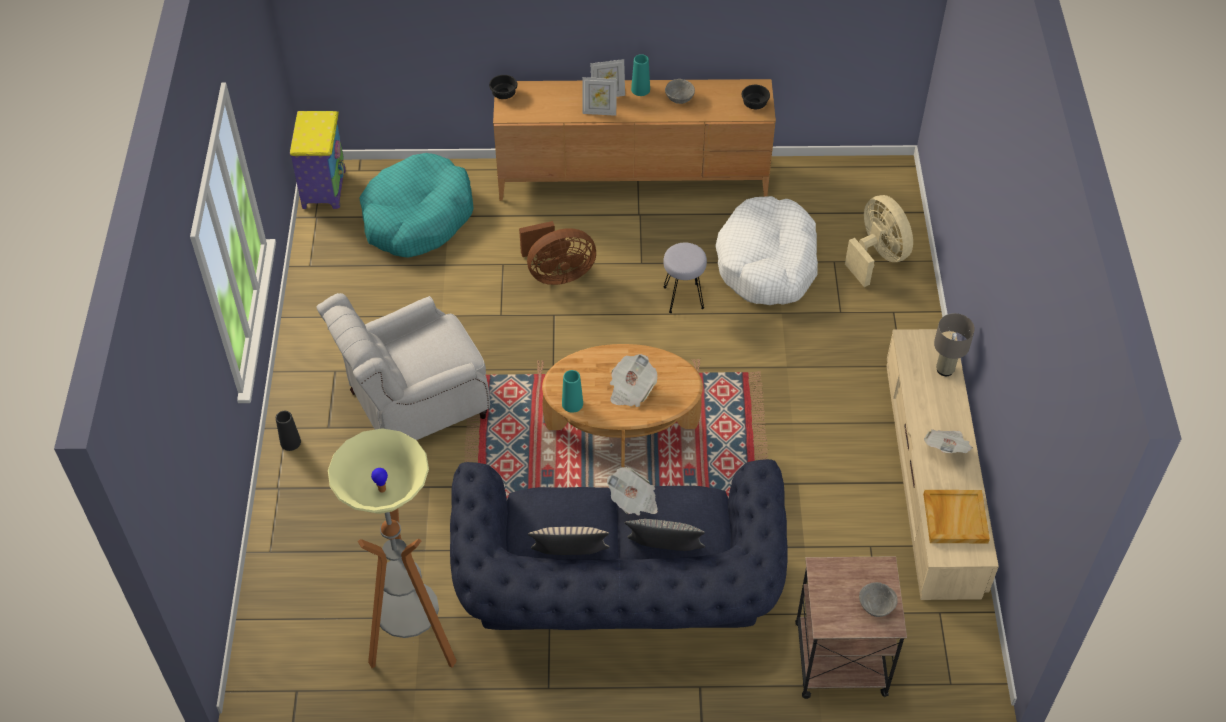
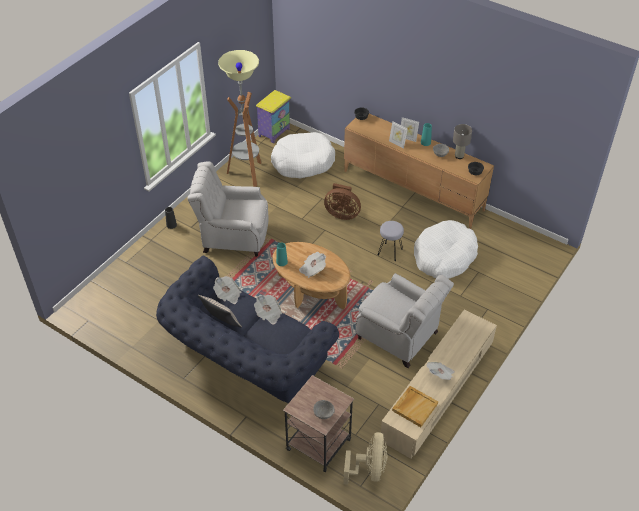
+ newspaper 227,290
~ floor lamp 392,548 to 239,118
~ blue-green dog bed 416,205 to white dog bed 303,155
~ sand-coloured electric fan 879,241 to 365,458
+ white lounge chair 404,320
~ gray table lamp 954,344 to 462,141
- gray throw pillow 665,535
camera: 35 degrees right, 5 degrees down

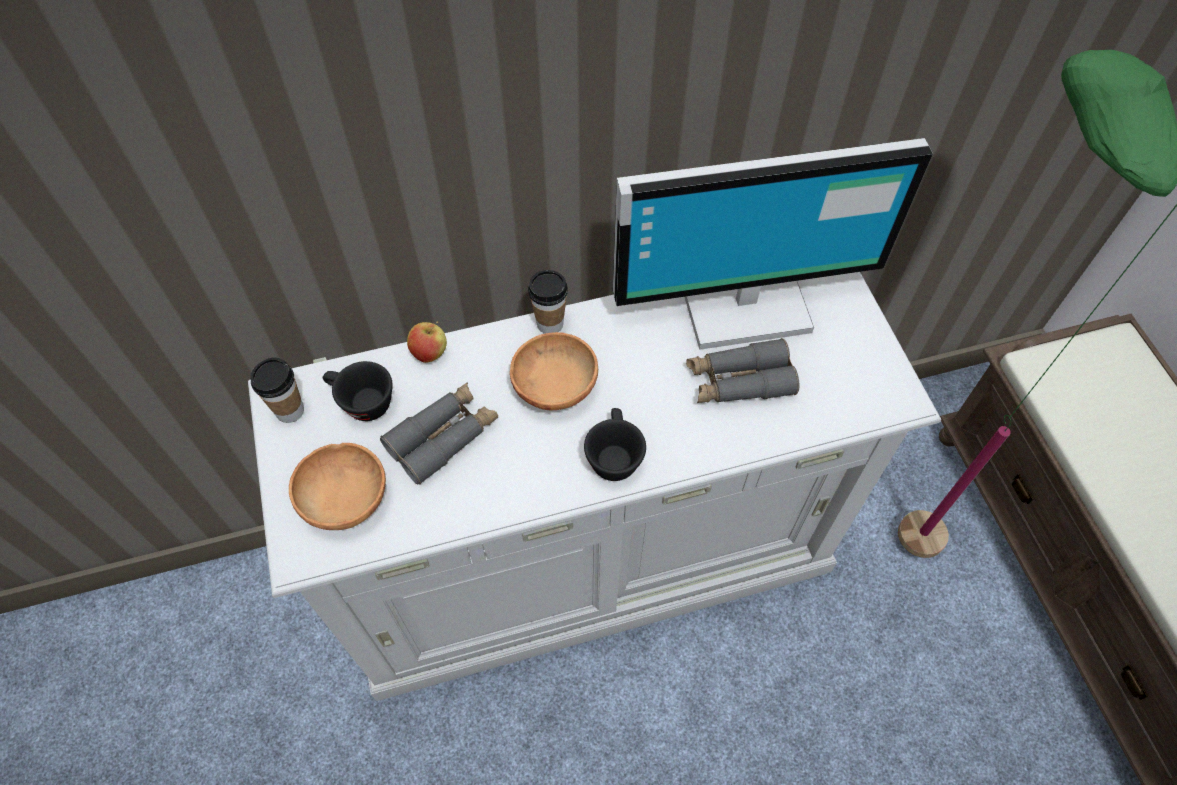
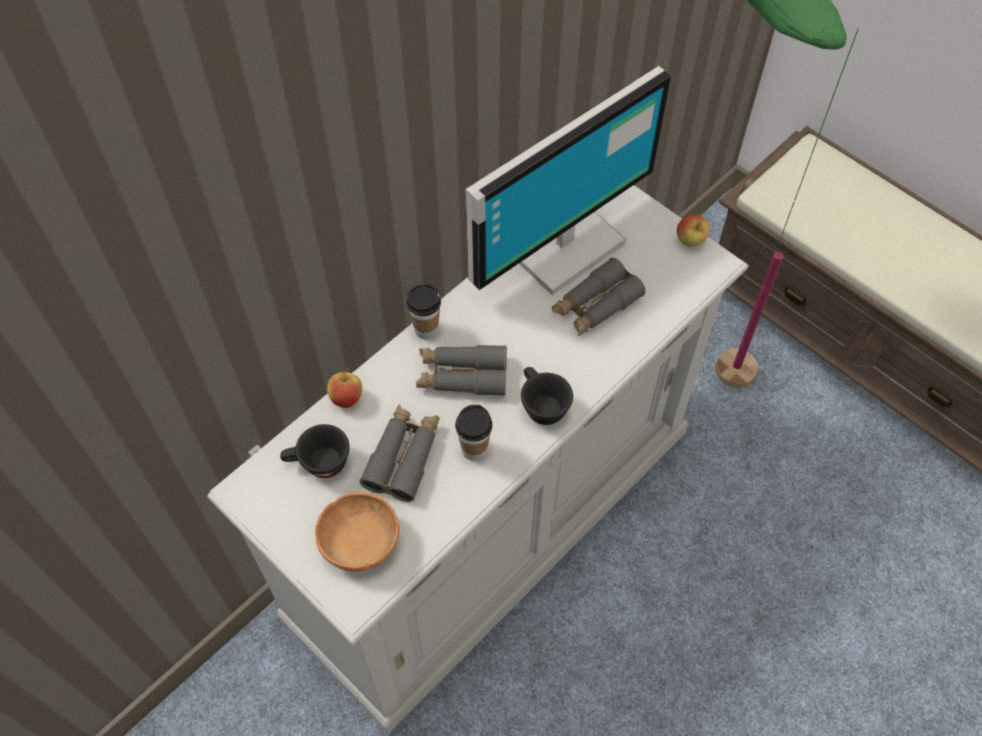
~ brown-coloured bowl 554,371 to gray field glasses 461,370
~ cup 277,390 to 473,433
+ apple 693,230
camera: 30 degrees left, 0 degrees up

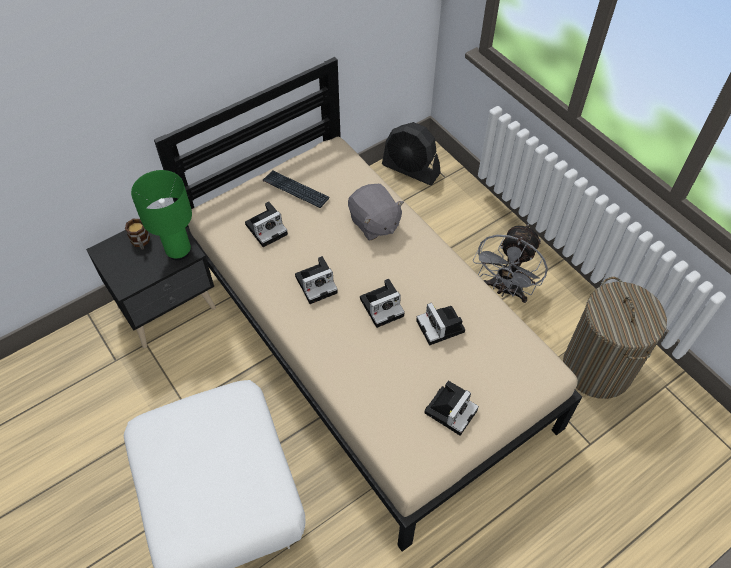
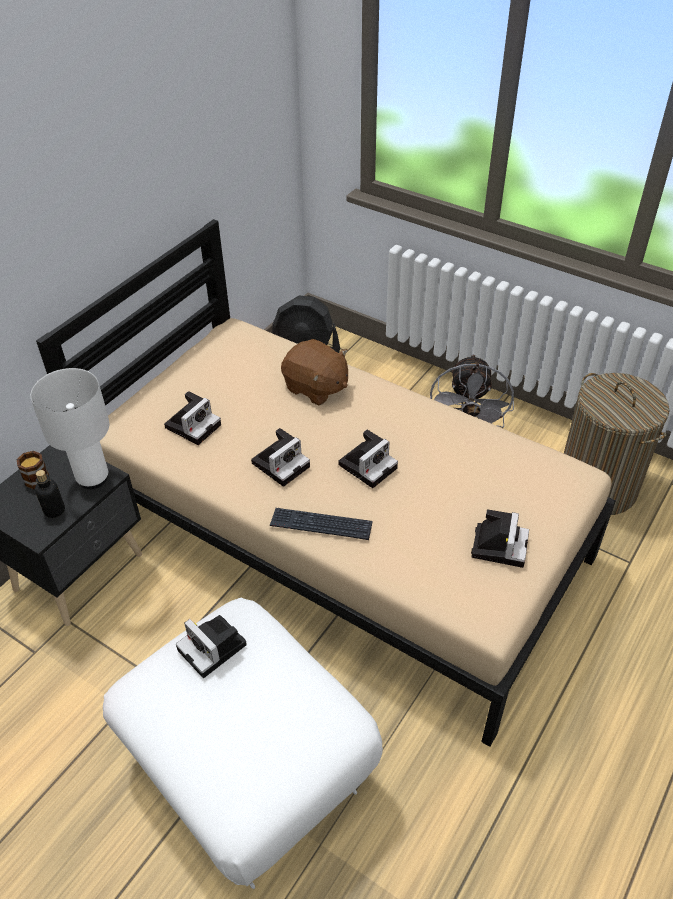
~ green table lamp 161,215 to white table lamp 69,428
+ beverage bottle 50,494
~ photo camera 440,323 to 211,646
~ computer keyboard 296,189 to 321,524
~ gray plush toy 376,212 to brown-coloured plush toy 314,372
camera: 20 degrees left, 10 degrees down

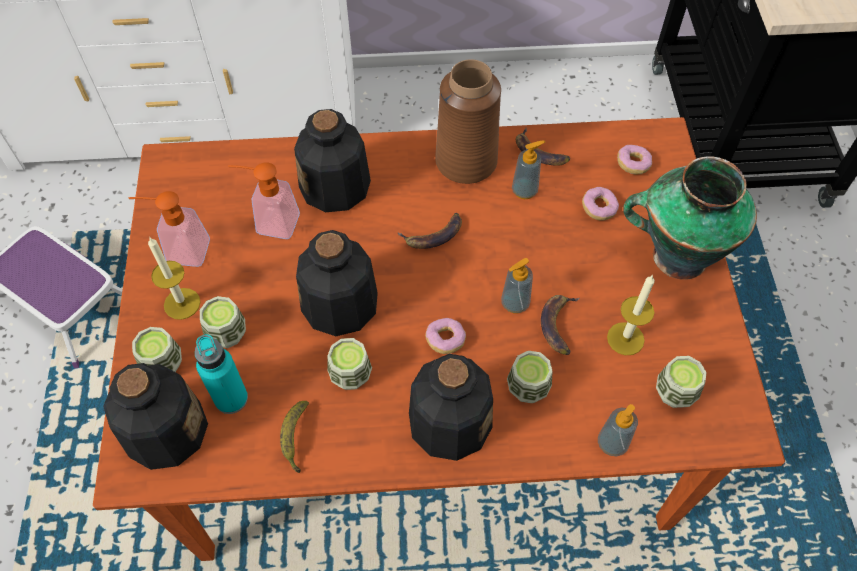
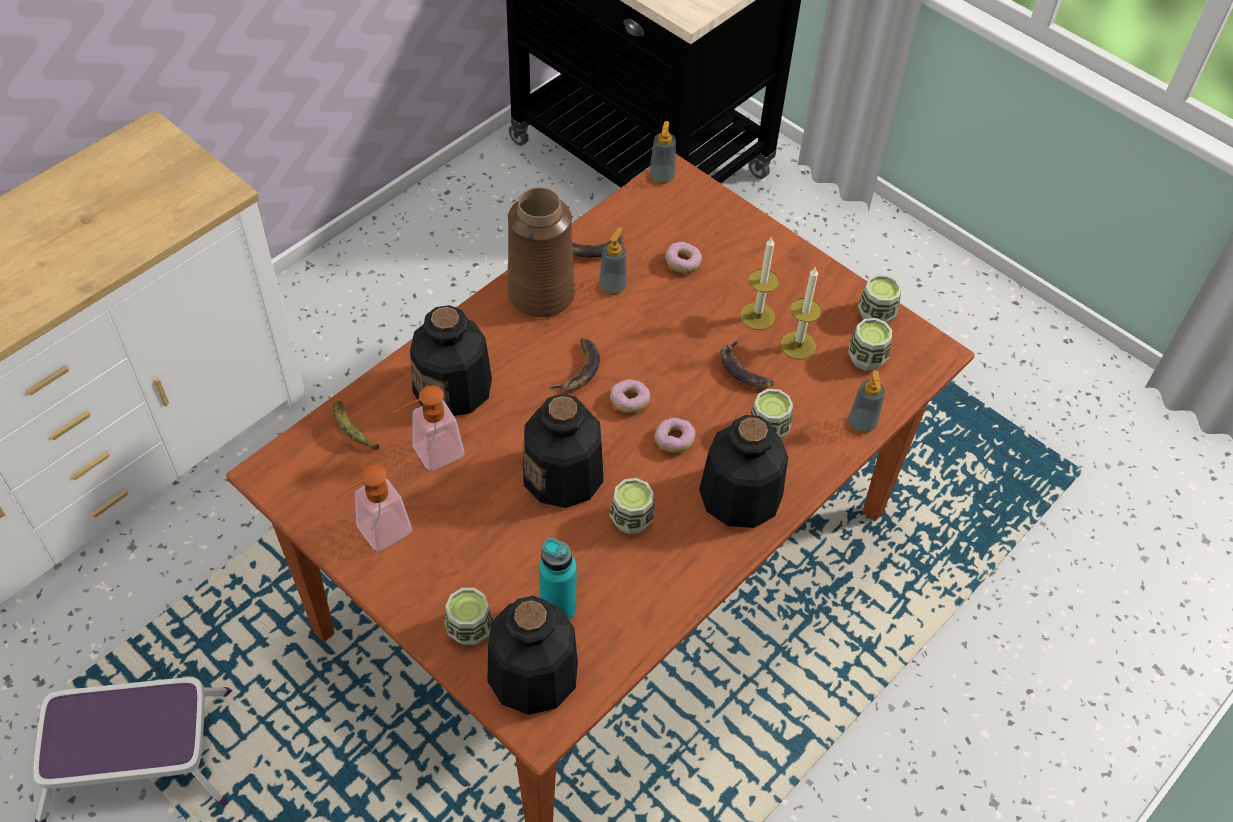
~ banana fruit 294,437 to 356,425
~ ring doughnut 634,160 to 630,396
~ soap bottle 517,285 to 662,152
~ candle 174,278 to 759,283
~ cup 223,322 to 880,298
- flower vase 690,218
camera: 45 degrees left, 5 degrees down

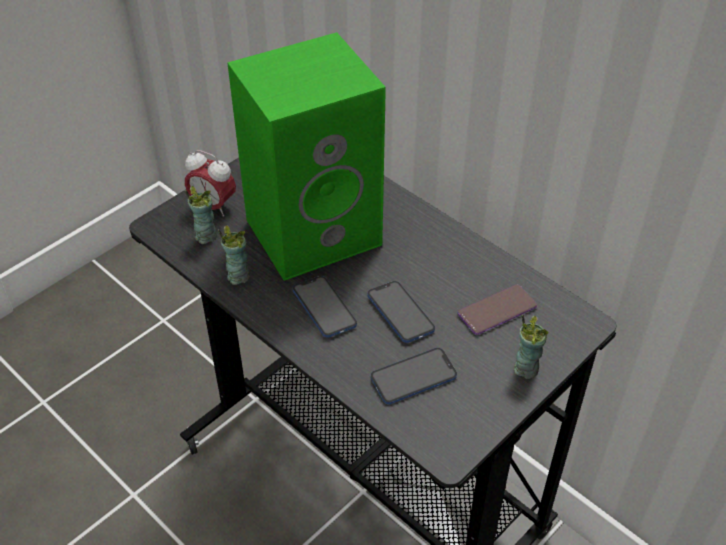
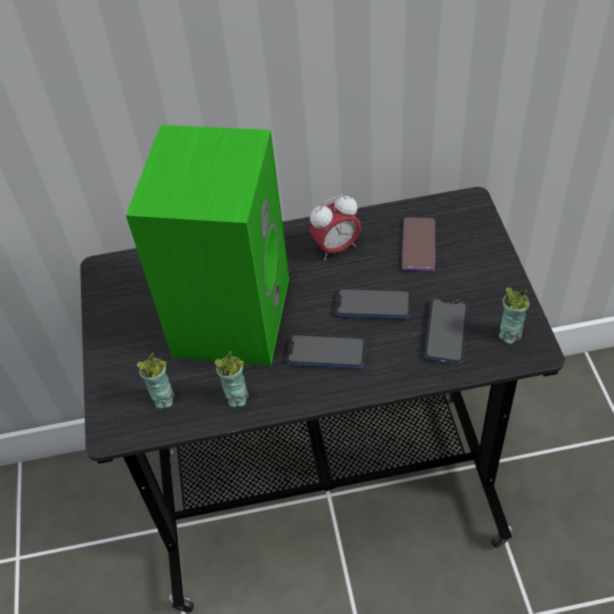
~ alarm clock 210,183 to 335,227
~ cup 531,346 to 514,315
camera: 50 degrees left, 5 degrees up

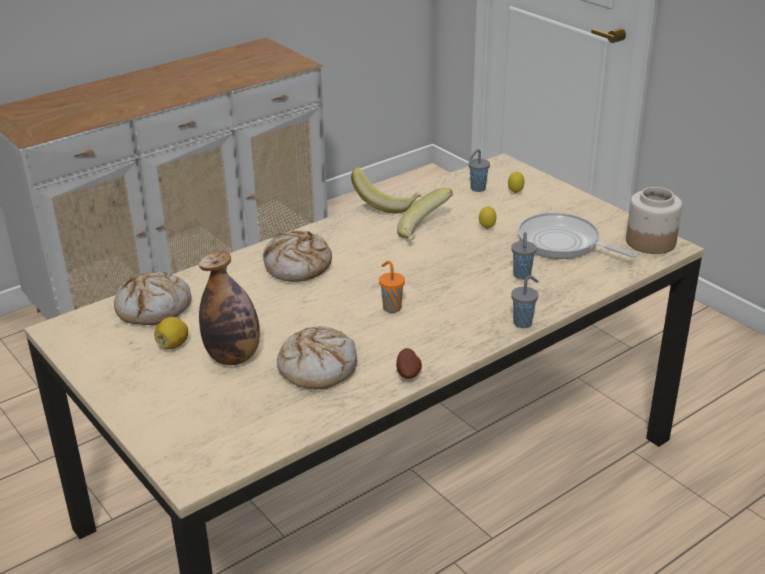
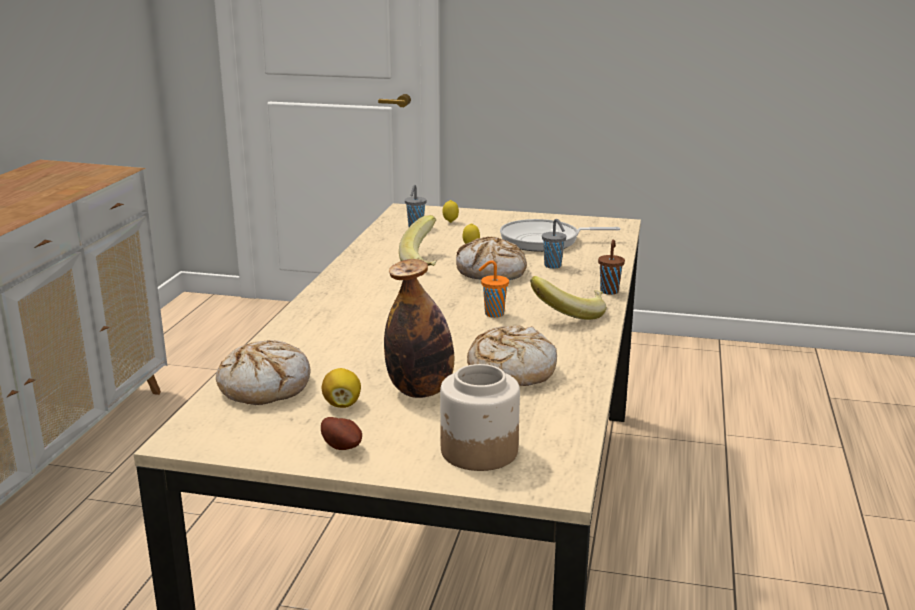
~ whole potato 409,363 to 341,433
~ storage jar 654,220 to 480,417
~ bakery bread 297,256 to 491,258
~ banana fruit 386,190 to 568,298
~ gray cup 524,301 to brown-coloured cup 611,267
camera: 40 degrees left, 10 degrees down

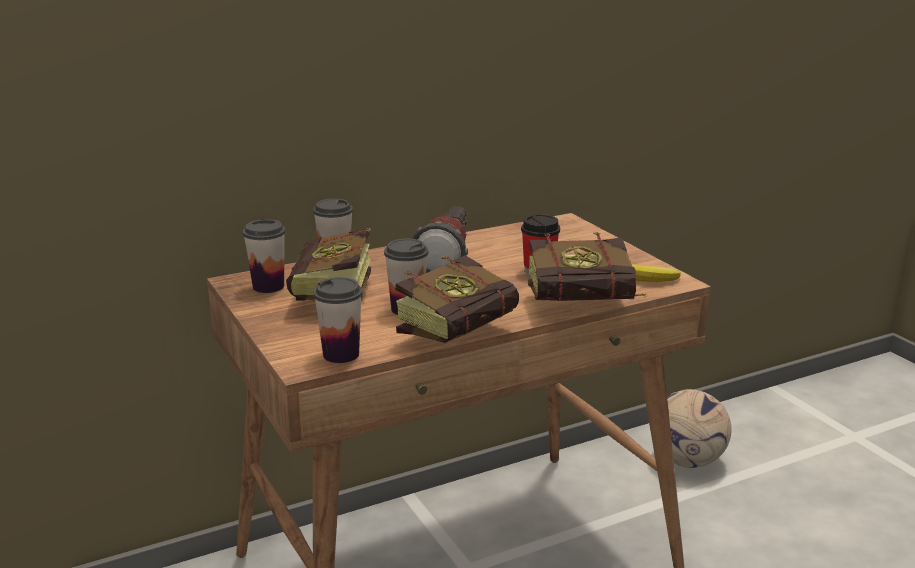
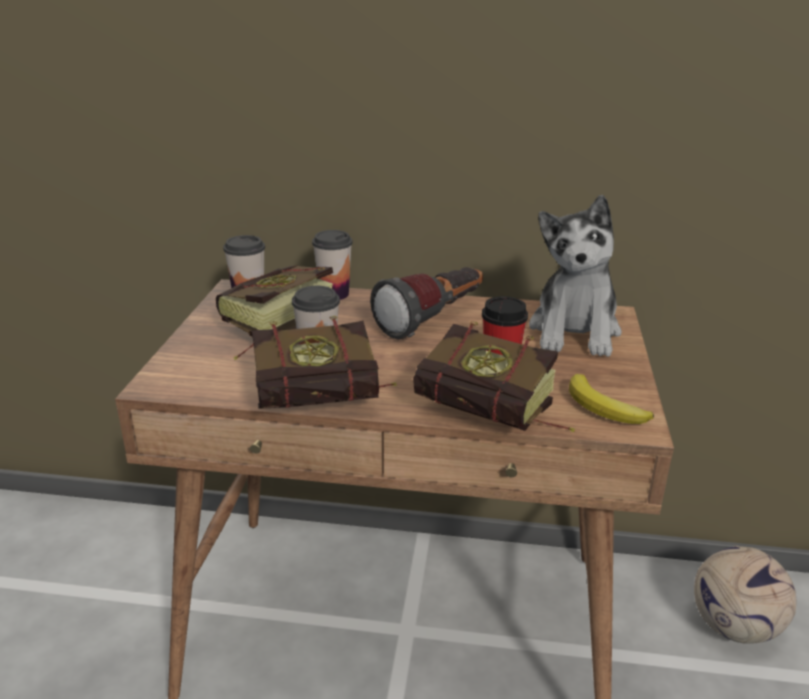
+ plush toy 575,276
- cup 338,320
camera: 35 degrees right, 5 degrees up

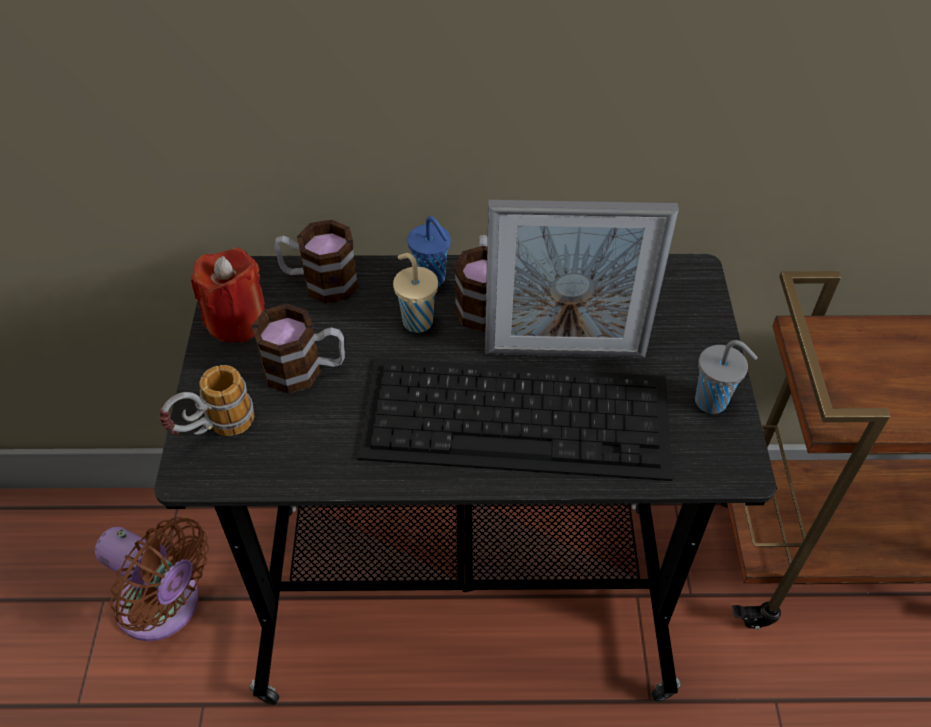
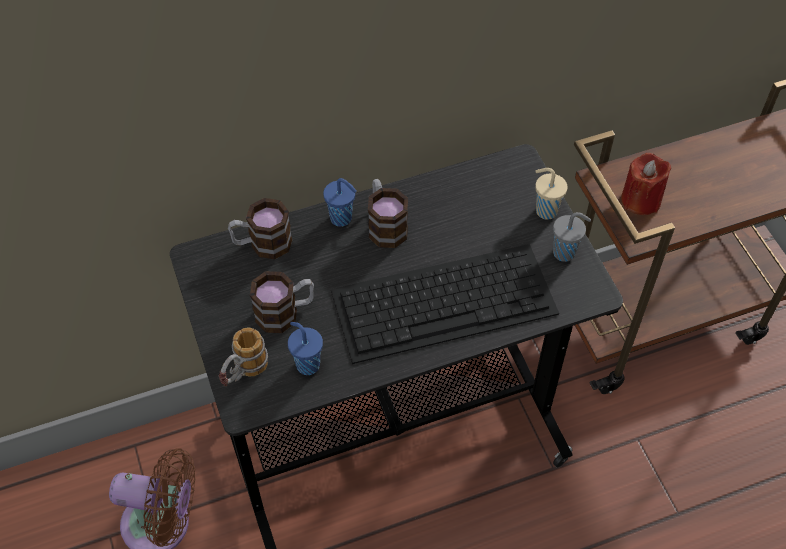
+ bluish cup 305,348
~ sand-coloured cup 415,293 to 551,194
~ reddish candle 228,295 to 646,184
- picture frame 582,279
camera: 20 degrees left, 5 degrees up

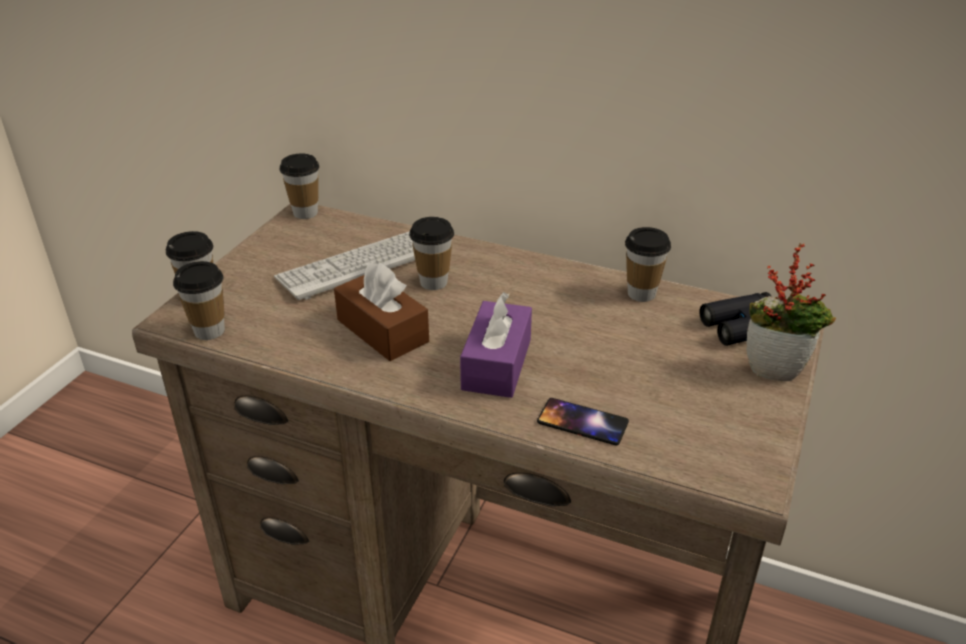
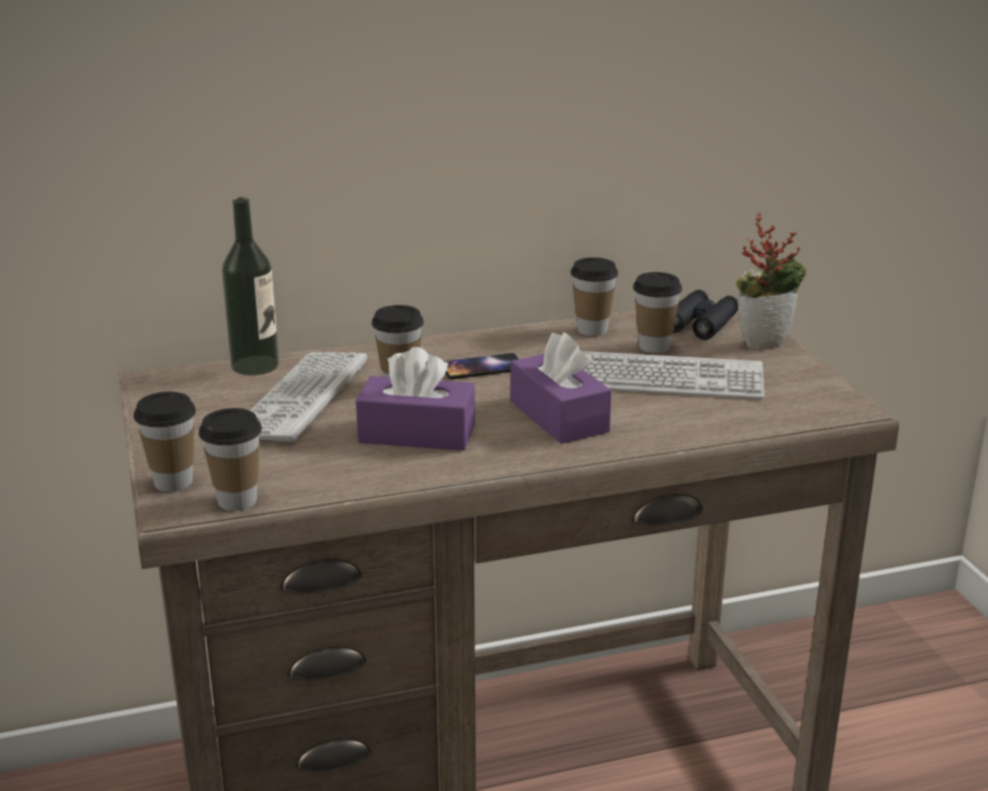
+ beverage bottle 250,286
~ brown-coloured box of tissues 381,312 to purplish box of tissues 415,399
~ handset 583,421 to 481,366
+ computer keyboard 672,375
~ cup 299,186 to 657,312
camera: 40 degrees left, 10 degrees down

